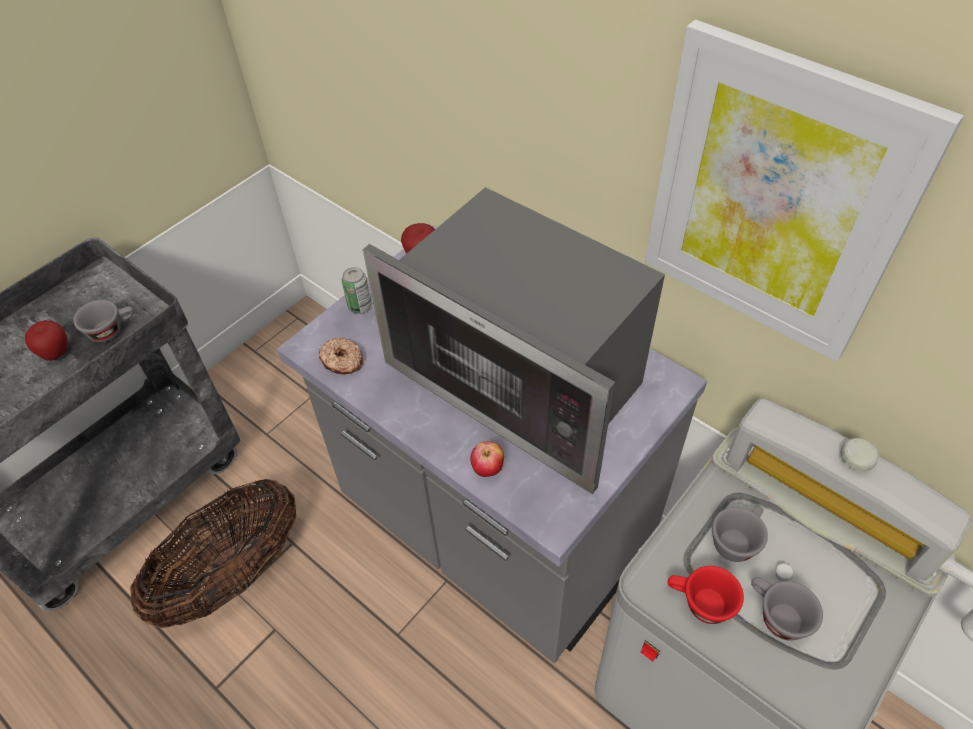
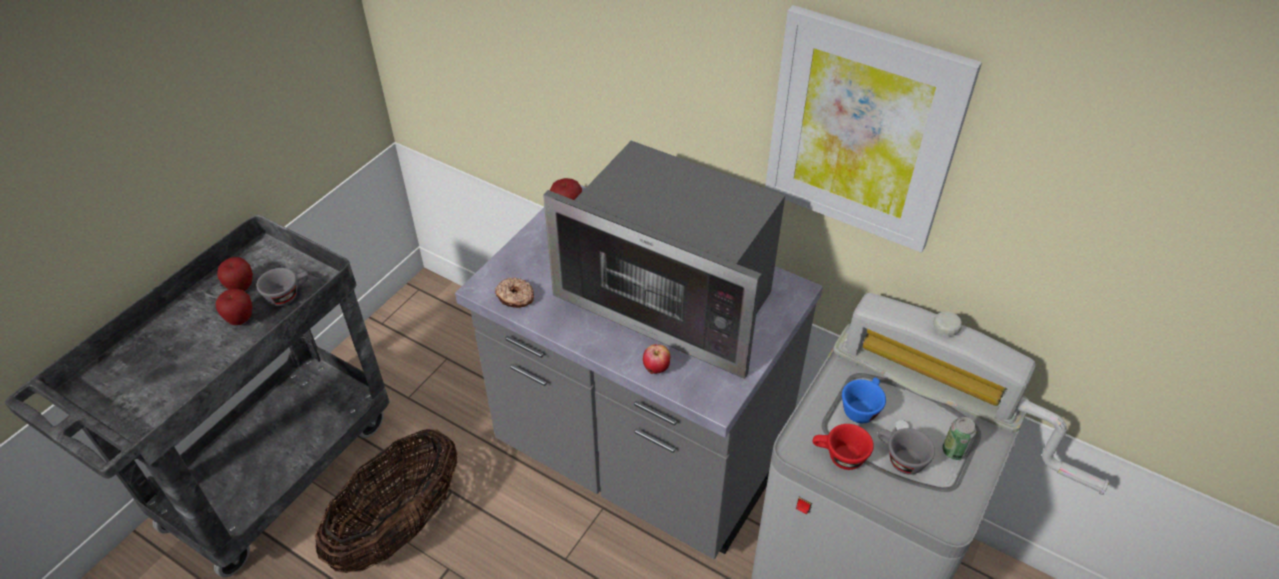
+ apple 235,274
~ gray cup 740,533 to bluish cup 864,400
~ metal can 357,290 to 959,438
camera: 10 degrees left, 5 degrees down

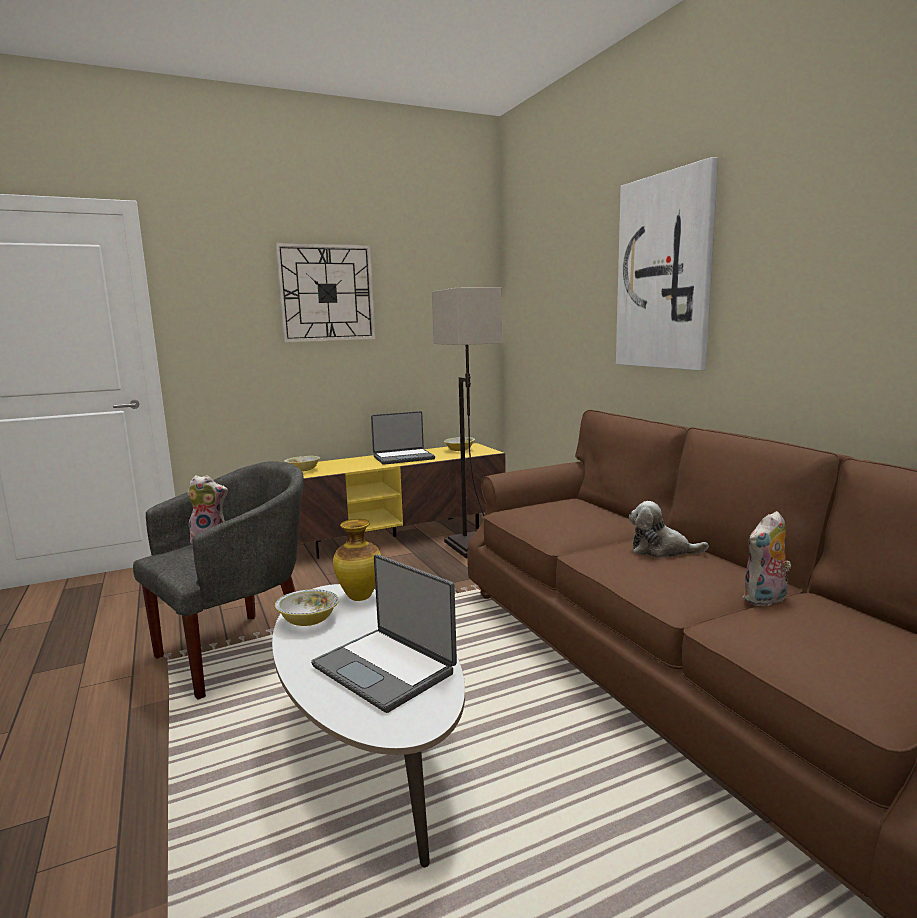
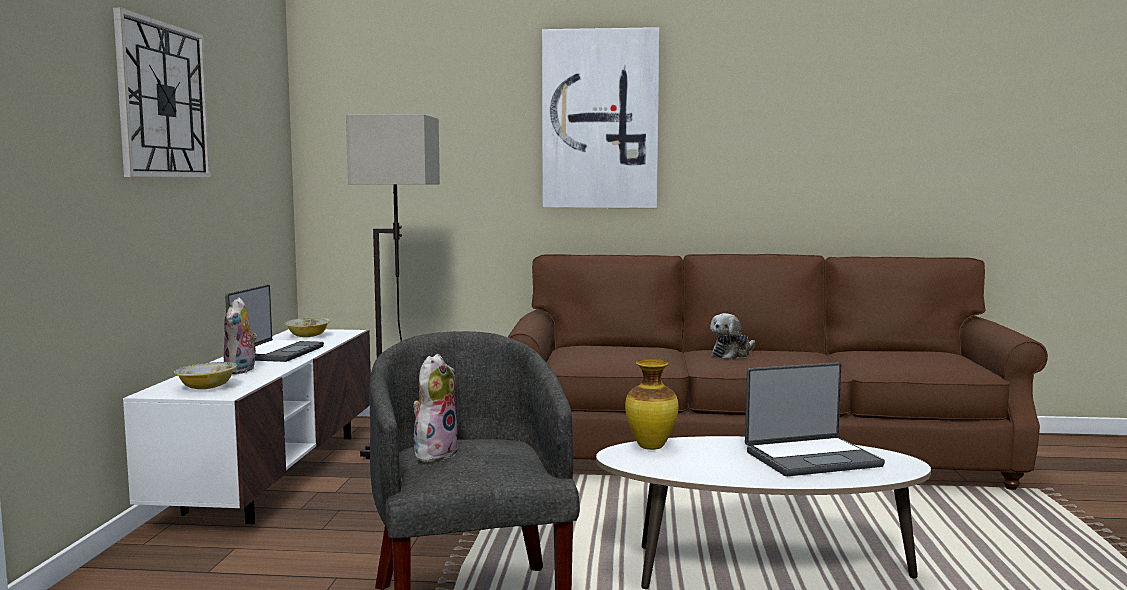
~ yellowish media console 402,501 to white media console 247,426
~ plush toy 767,558 to 240,336
- bowl 307,607
camera: 60 degrees left, 5 degrees down

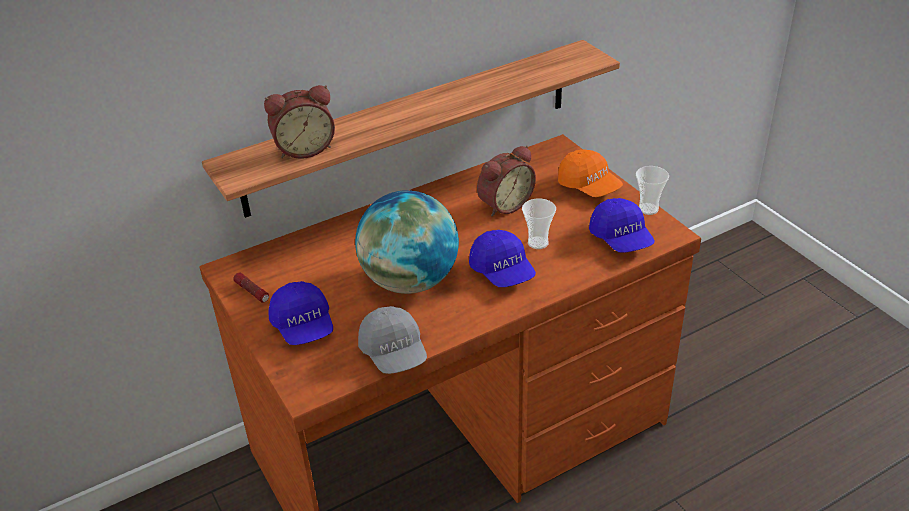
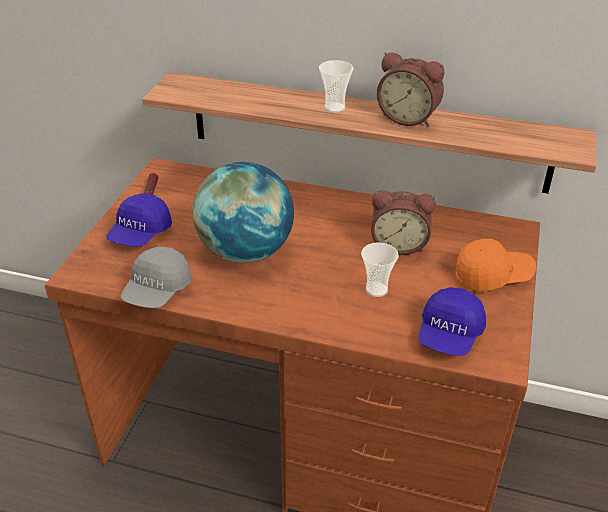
~ cup 652,190 to 336,86
~ alarm clock 299,122 to 410,89
~ orange-coloured cap 590,173 = 495,265 105 degrees counterclockwise
- bluish cap 502,258
camera: 45 degrees right, 0 degrees up

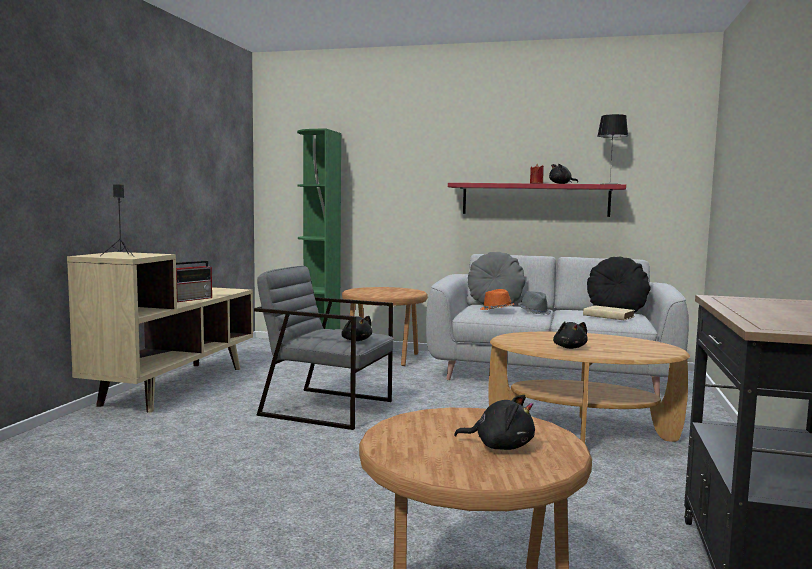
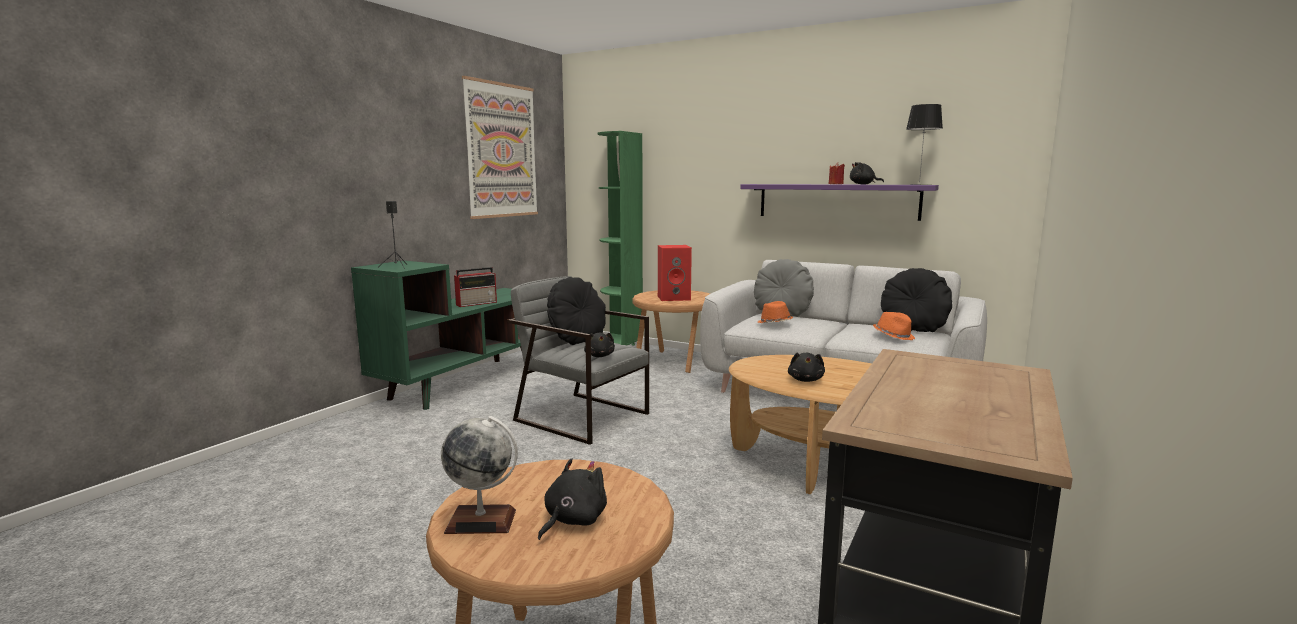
~ sand-coloured media console 160,332 to green media console 436,335
+ world globe 479,475
+ picture 500,147
~ black-coloured plush toy 494,422 = 572,499 90 degrees counterclockwise
+ black-coloured throw pillow 576,311
+ reddish loudspeaker 675,273
~ reddish wall shelf 537,200 to purplish wall shelf 839,202
~ sand-coloured bound book 609,313 to orange-coloured hat 894,326
- gray hat 534,303
camera: 15 degrees right, 5 degrees up

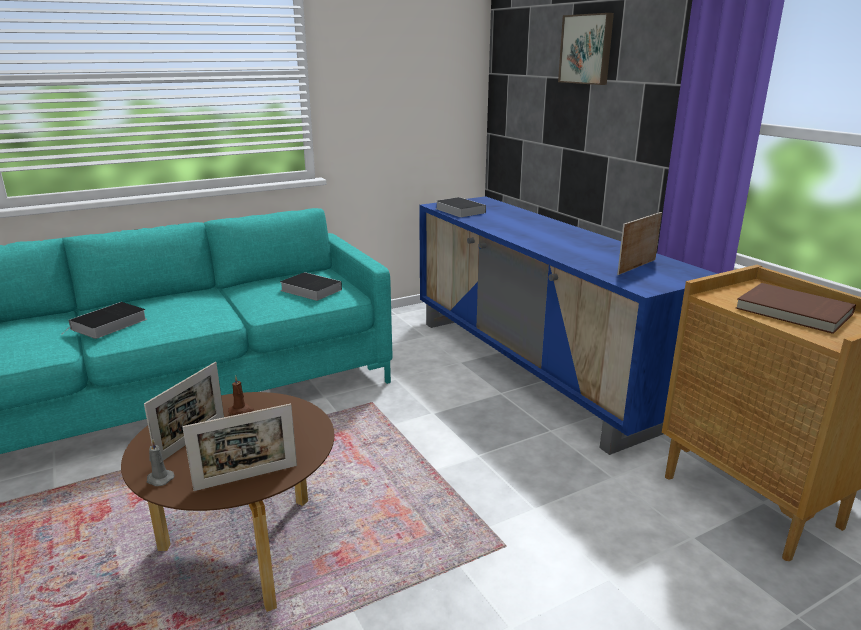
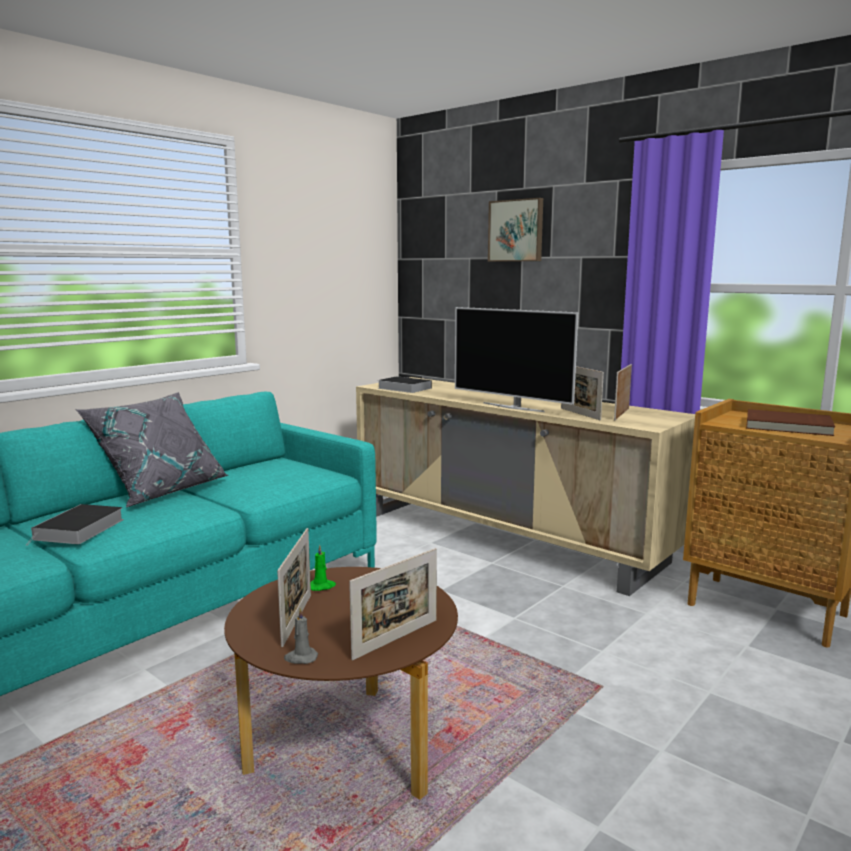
+ gray throw pillow 151,449
~ brown-coloured candle 241,395 to green candle 323,568
~ bluish media console 568,325 to sand-coloured media console 525,486
+ TV set 516,359
+ picture frame 582,393
- bound book 311,286
camera: 20 degrees left, 10 degrees down

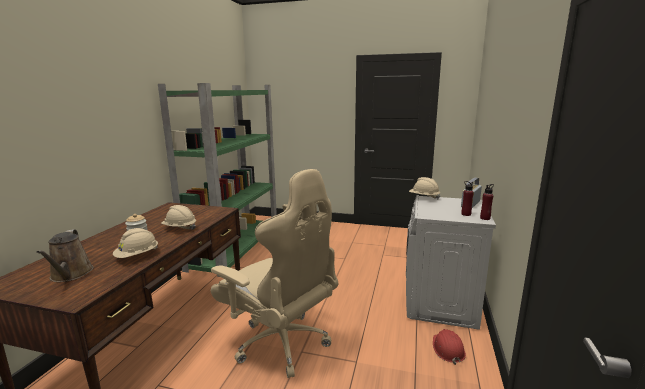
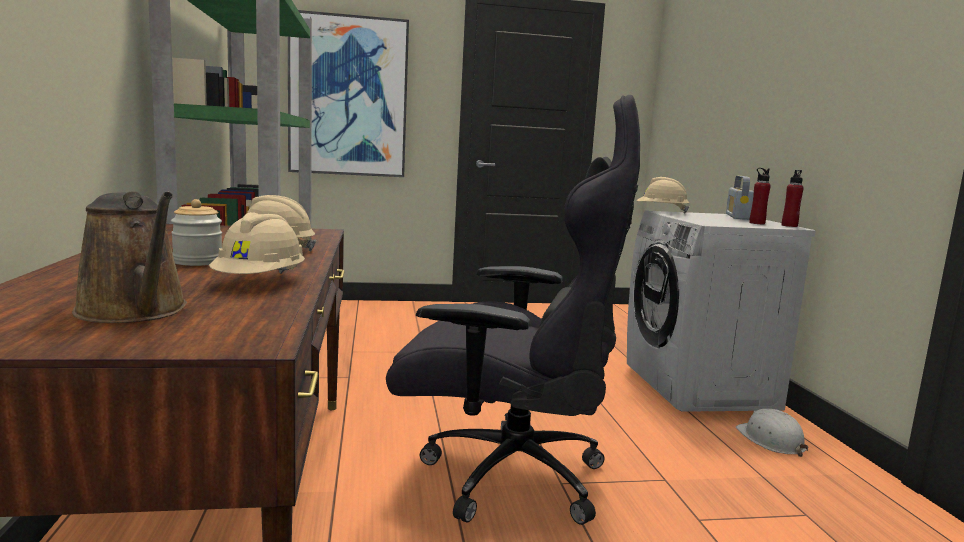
+ picture 348,93
~ sand-coloured office chair 274,273 to black-coloured office chair 513,310
~ reddish work helmet 449,347 to white work helmet 772,433
camera: 25 degrees left, 5 degrees down

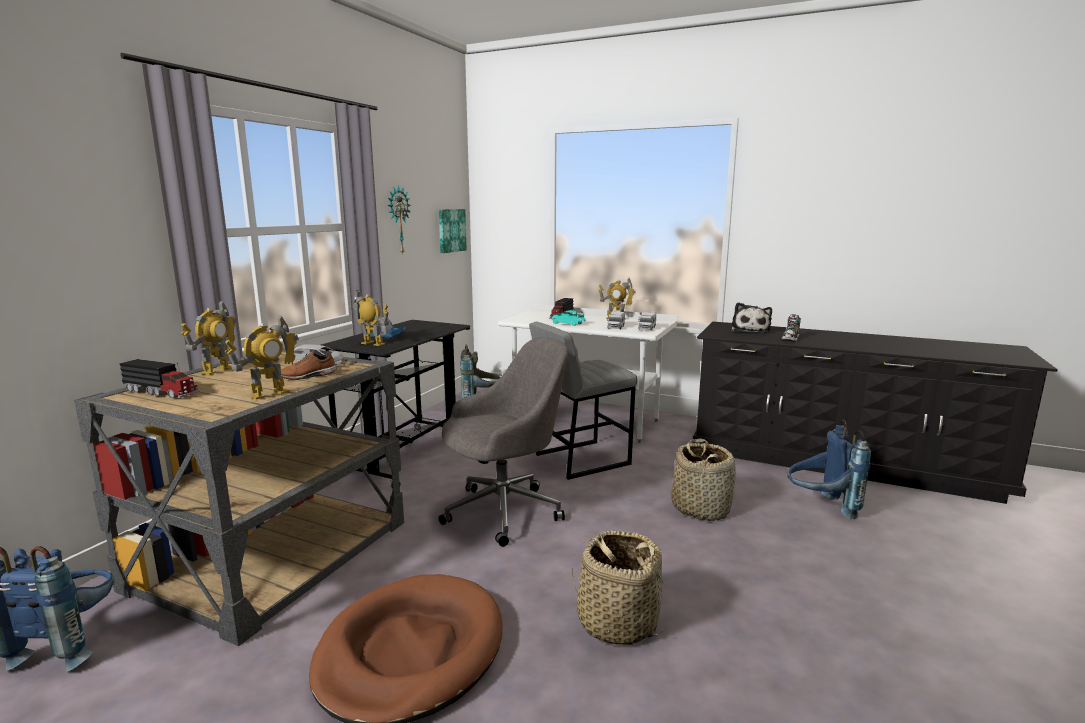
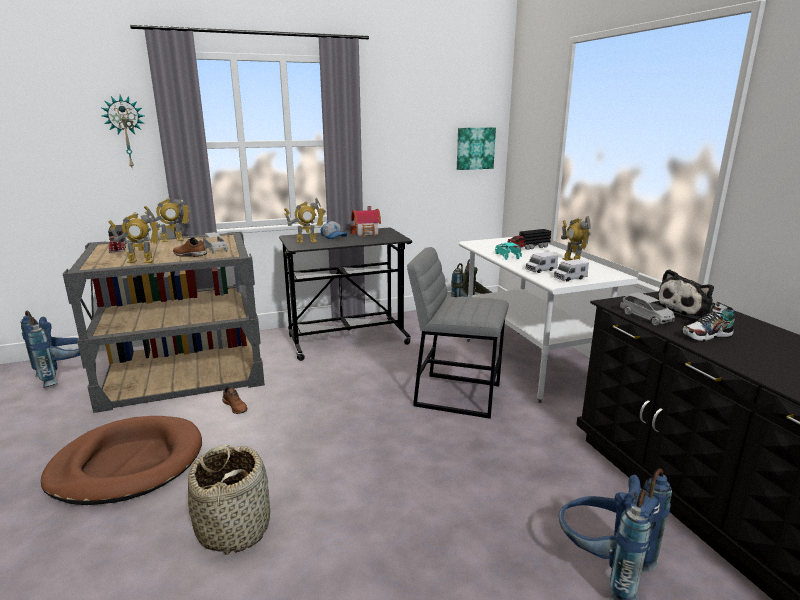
~ wall clock 399,220 to 123,131
+ brown-coloured low shoe 235,400
~ robot figure 371,318 = 305,220 90 degrees clockwise
+ model house 366,221
+ gray toy car 647,309
- gray office chair 504,442
- storage basket 703,479
camera: 45 degrees right, 5 degrees up

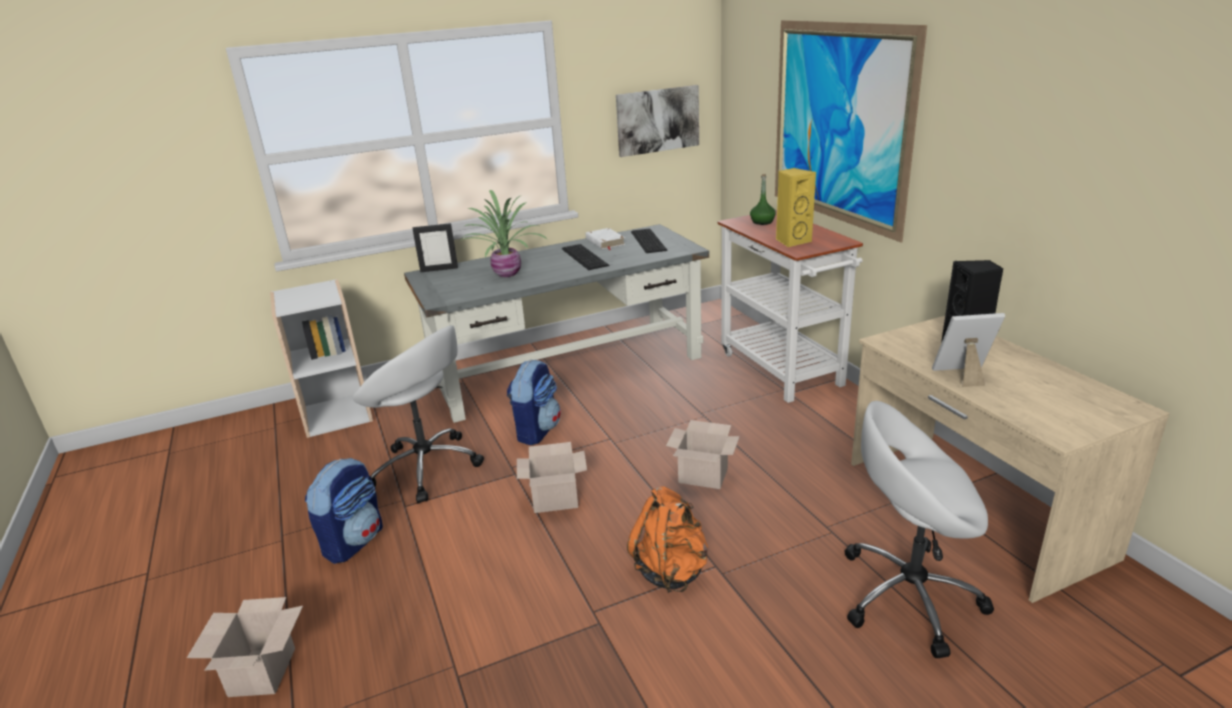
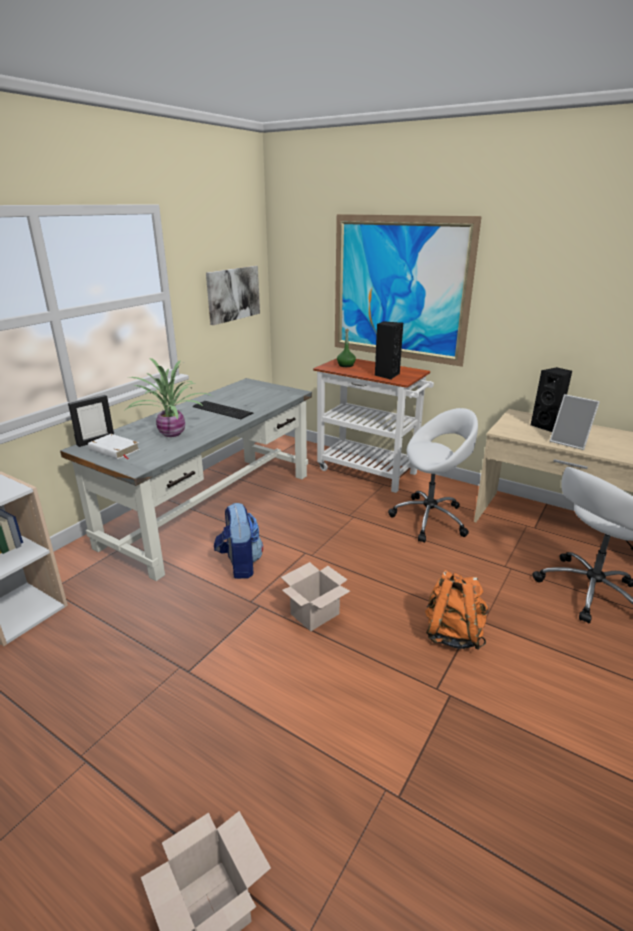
~ white bound book 605,239 to 114,446
~ yellowish loudspeaker 796,208 to black-coloured loudspeaker 389,350
~ white office chair 418,414 to 433,475
~ picture frame 968,350 = 575,422 105 degrees counterclockwise
- backpack 344,511
- computer keyboard 649,241
- cardboard box 703,454
camera: 35 degrees left, 0 degrees up

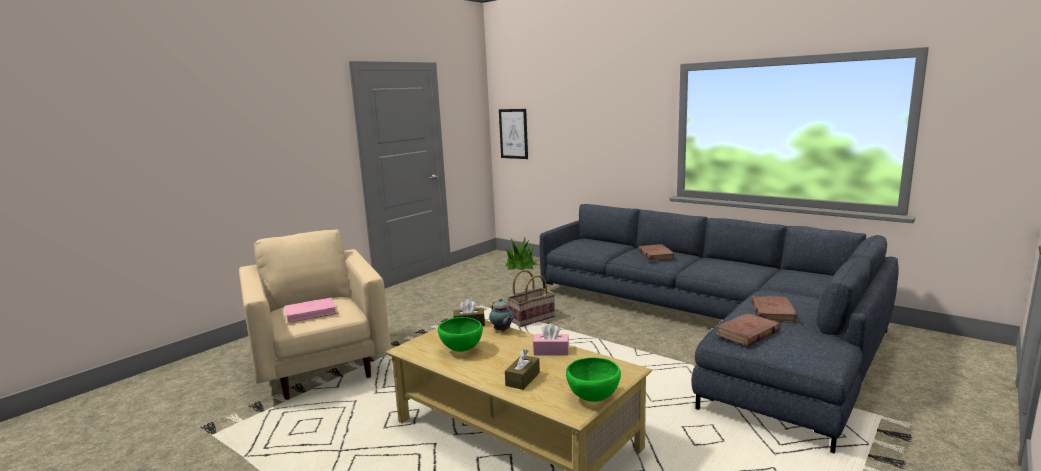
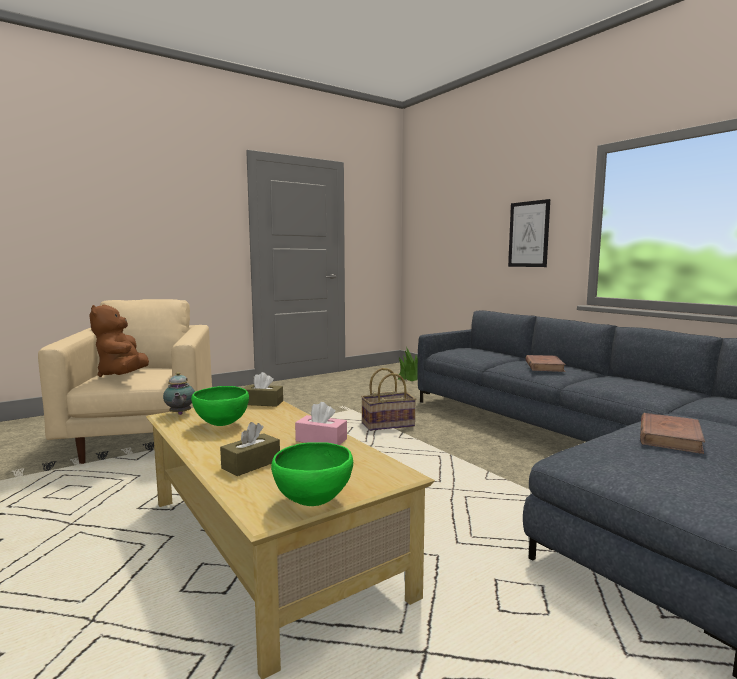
~ pink-coloured bound book 311,310 to brown-coloured plush toy 119,340
~ tea pot 501,314 to 179,393
~ picture 513,134 to 529,233
- brown-coloured bound book 748,329
camera: 15 degrees right, 5 degrees down

